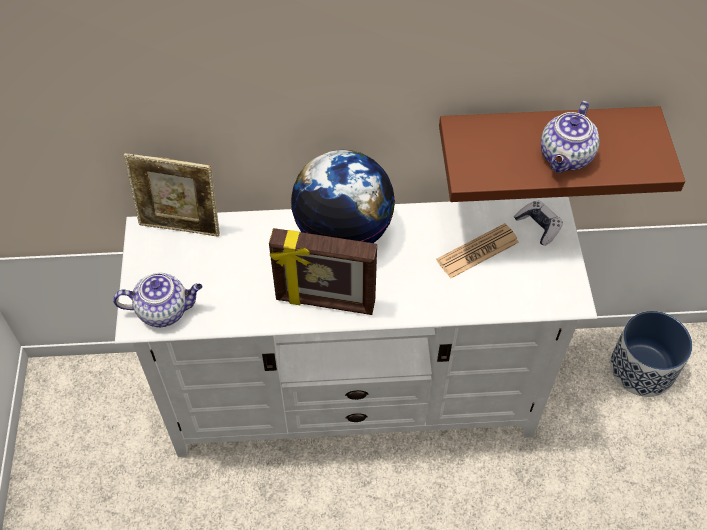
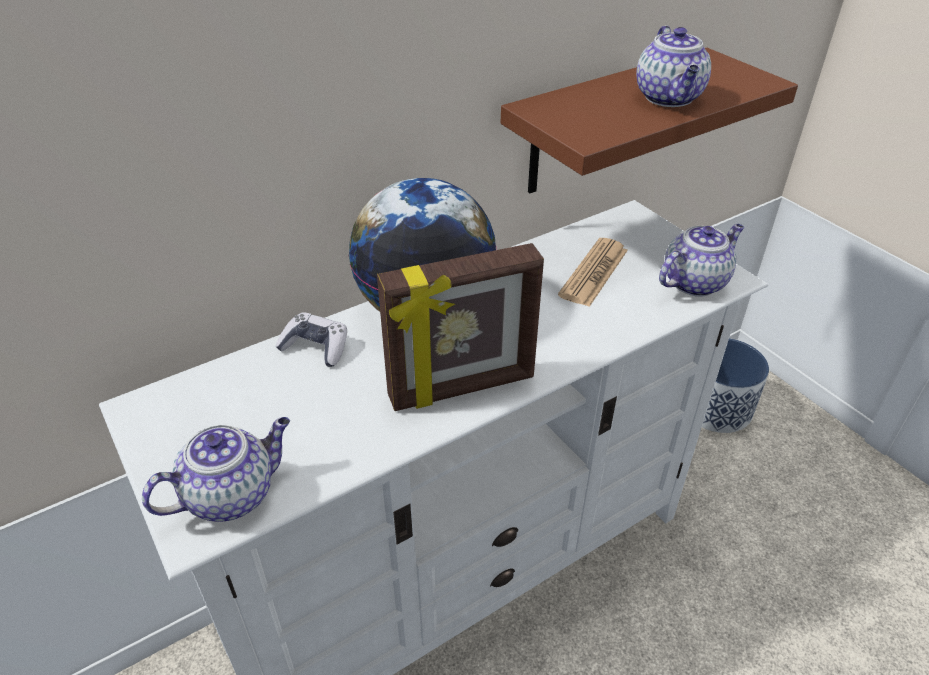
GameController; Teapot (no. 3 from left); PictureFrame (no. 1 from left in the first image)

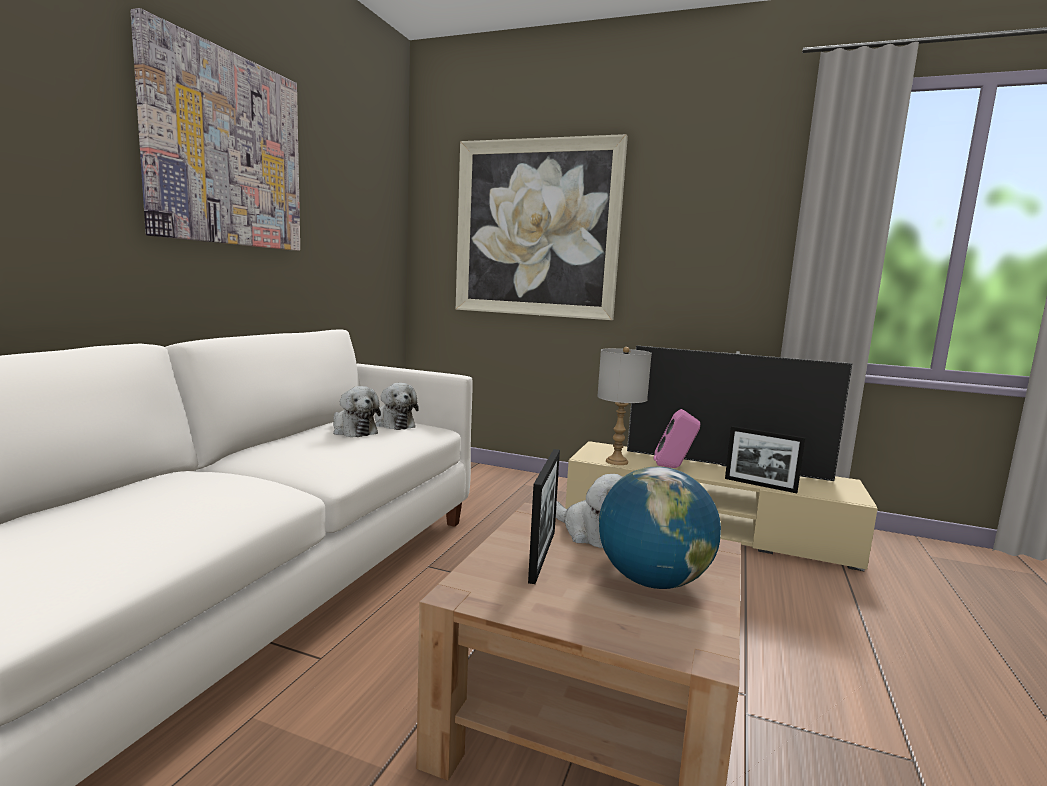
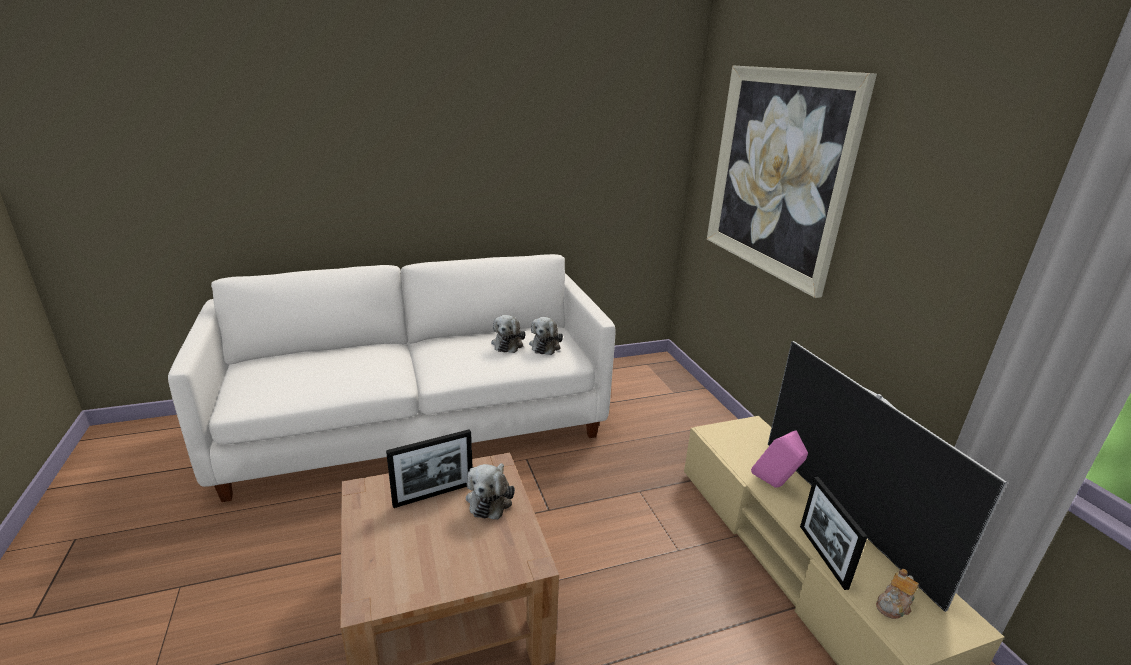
Teapot; Picture (no. 1 from left in the first image); GreyTableLamp; Globe

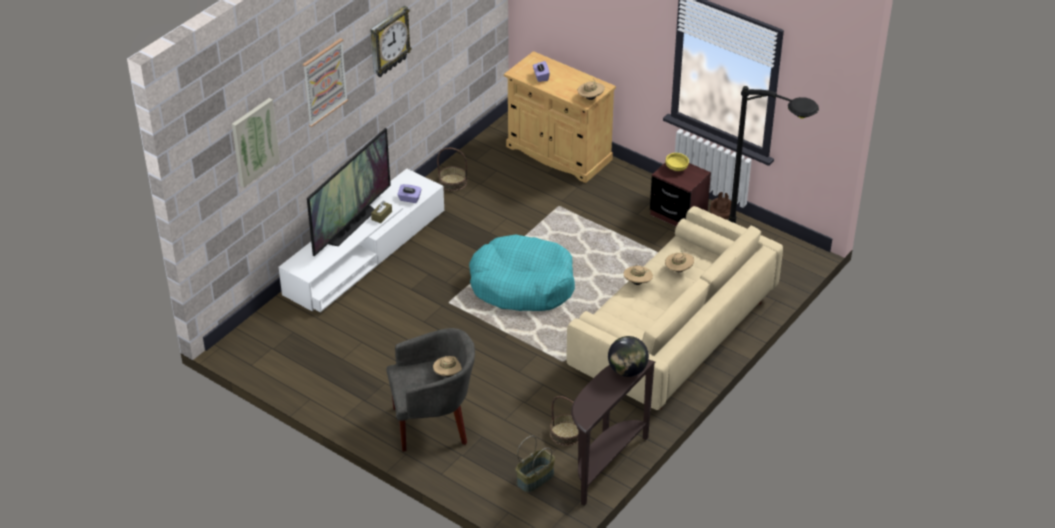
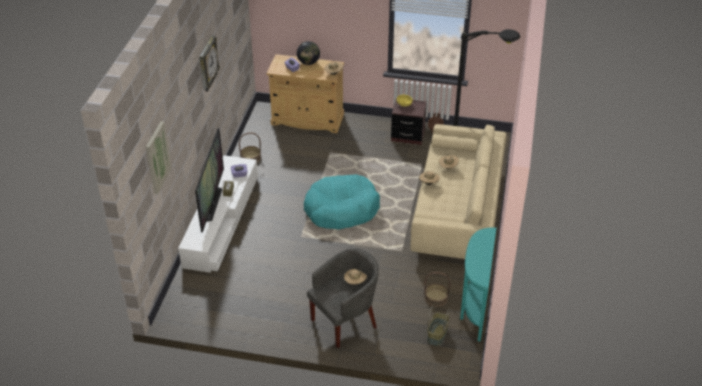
Globe; TurquoiseConsoleTable; Picture (no. 2 from left in the first image)

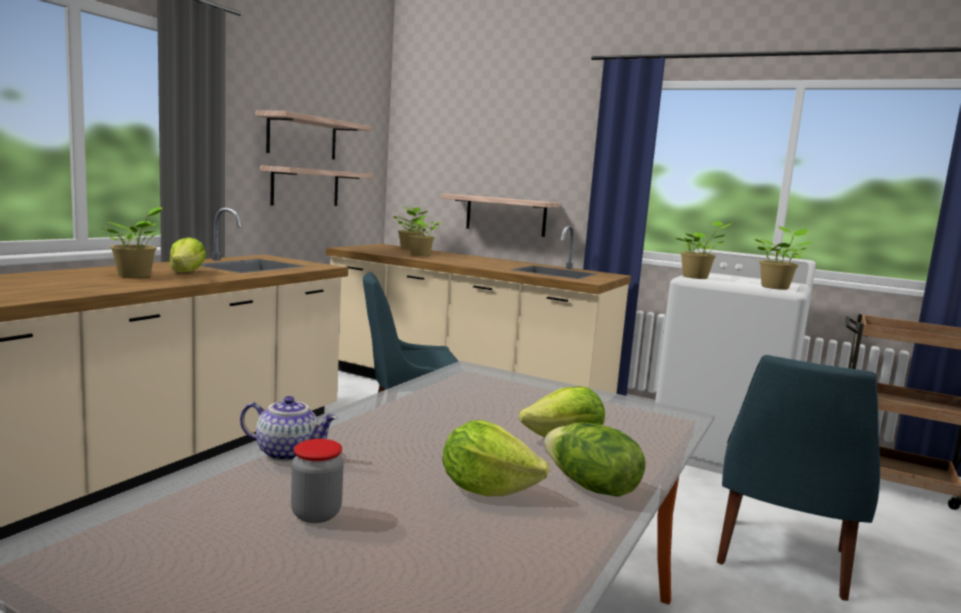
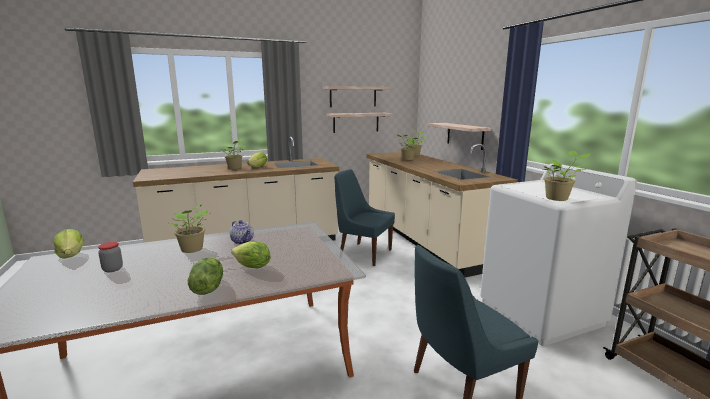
Lettuce (no. 1 from left); PottedPlant (no. 1 from left); Teapot

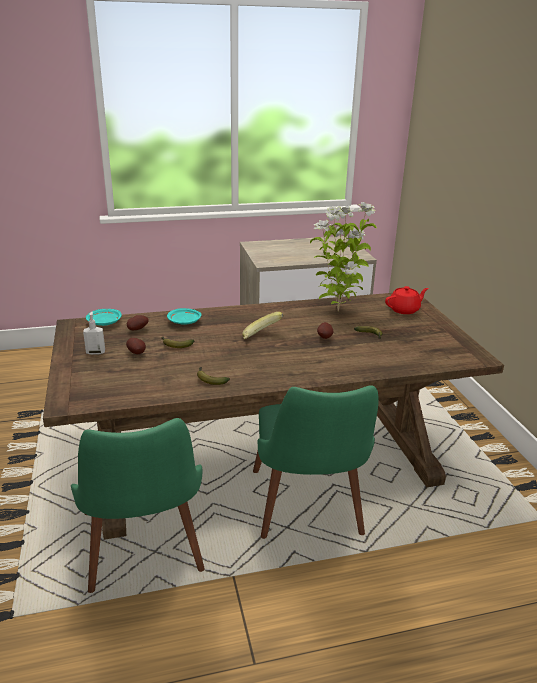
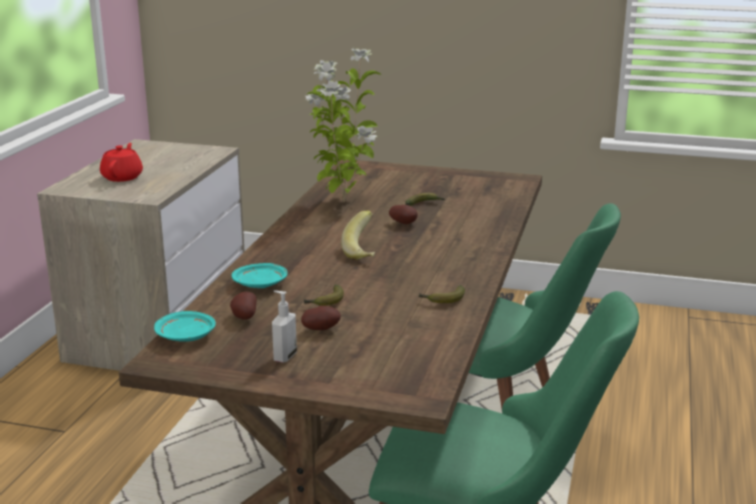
RedTeapot

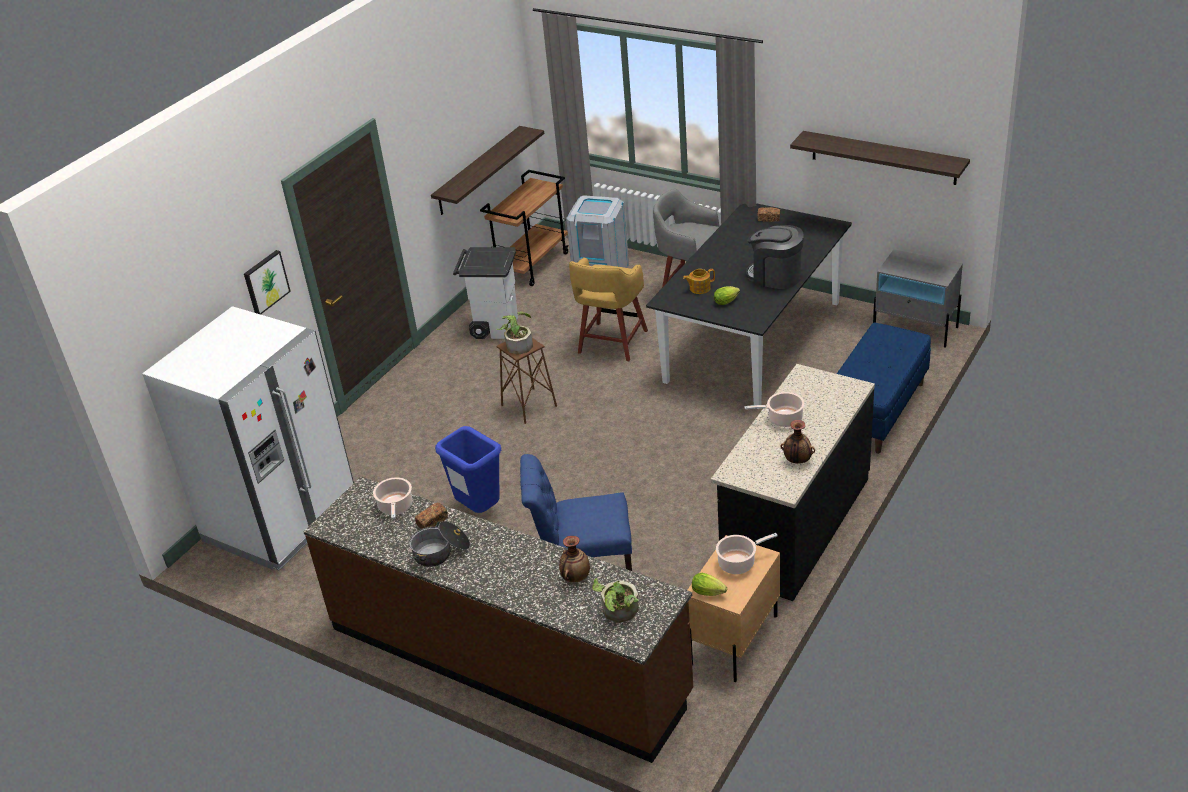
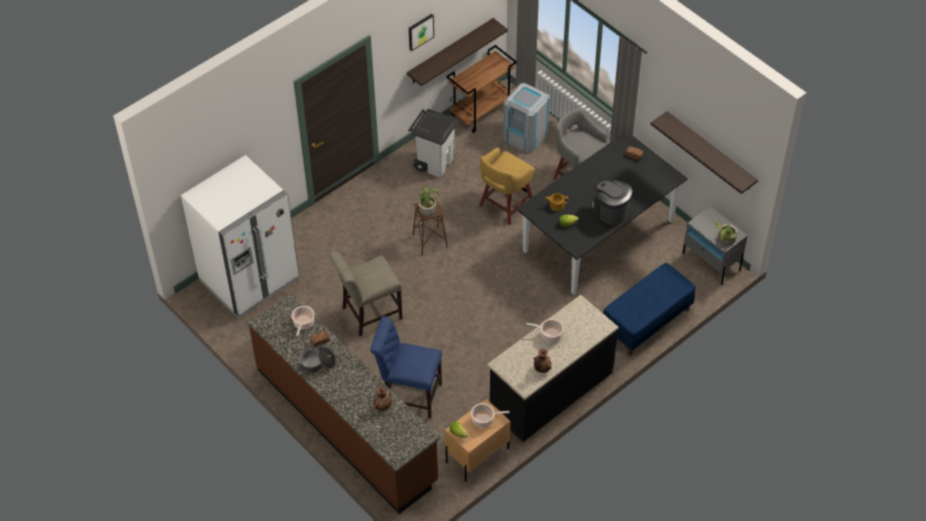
BeigeChair; Picture; PottedPlant (no. 2 from left)

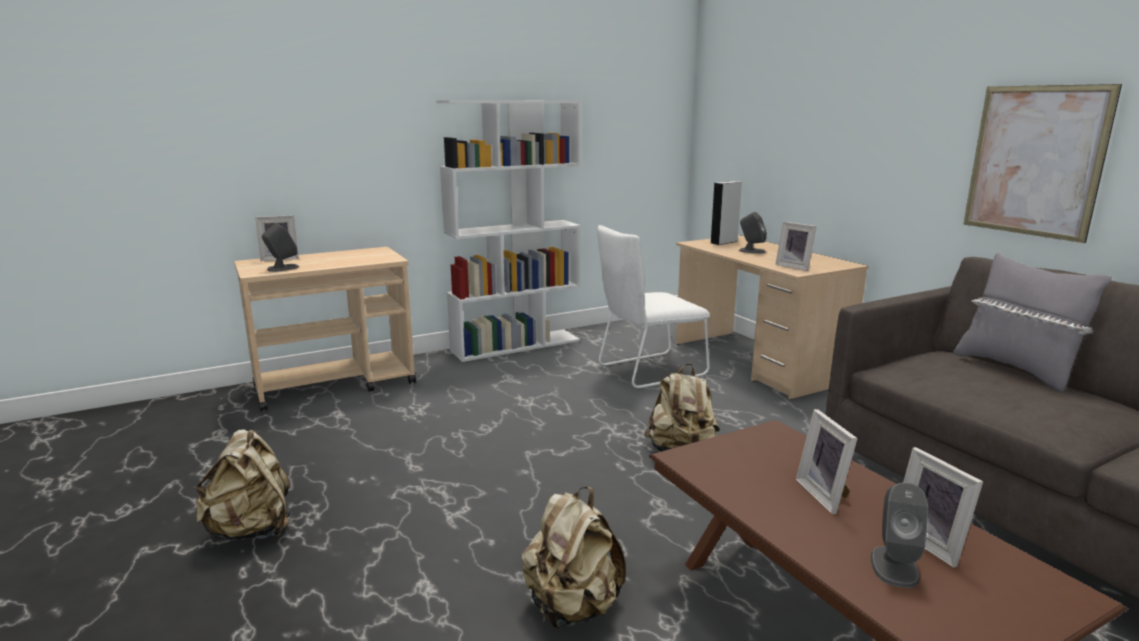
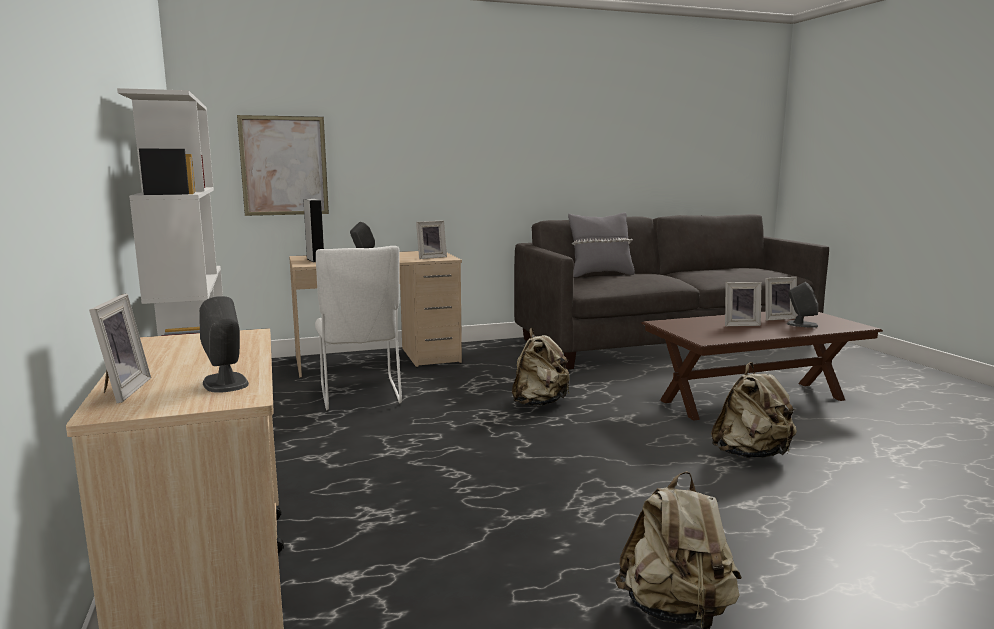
Picture

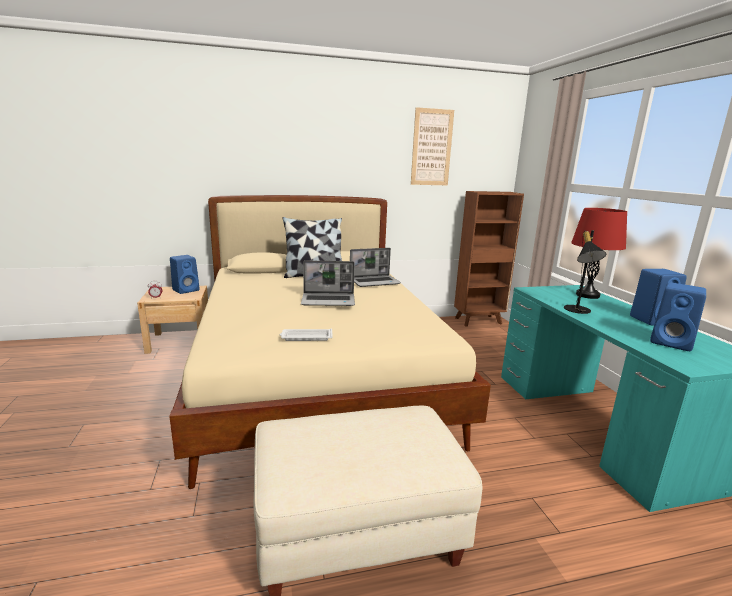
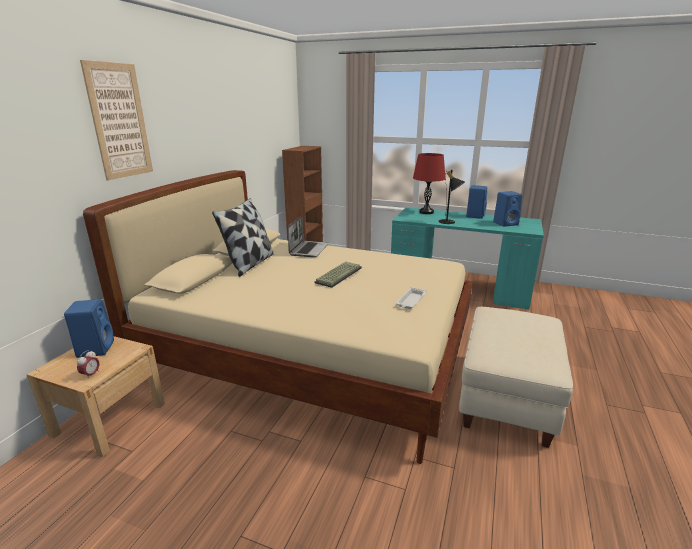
Picture; Keyboard

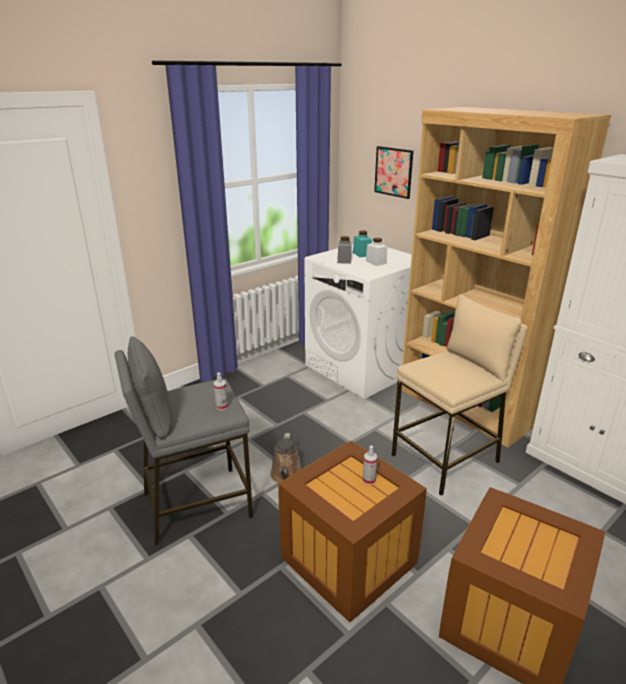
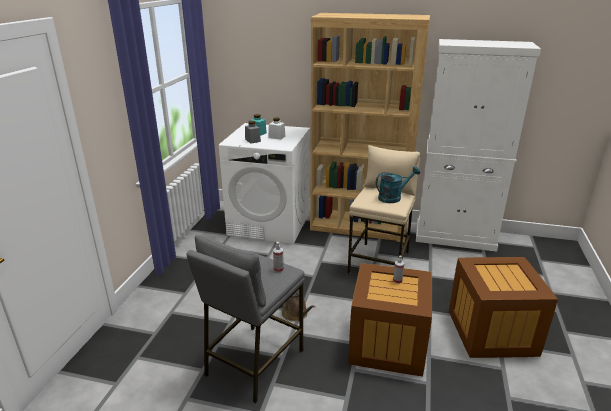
TurquoiseWateringCan; Picture

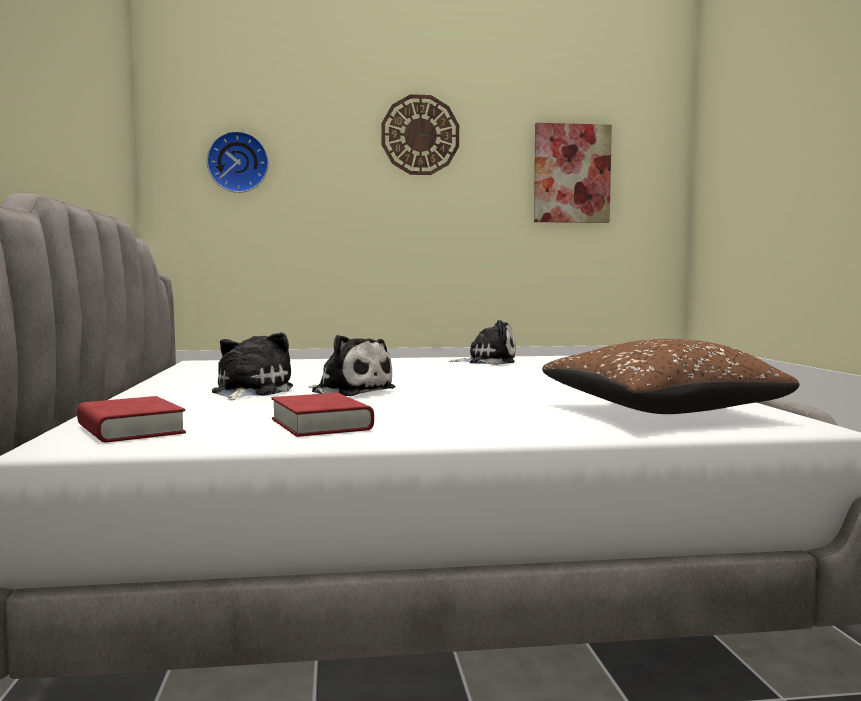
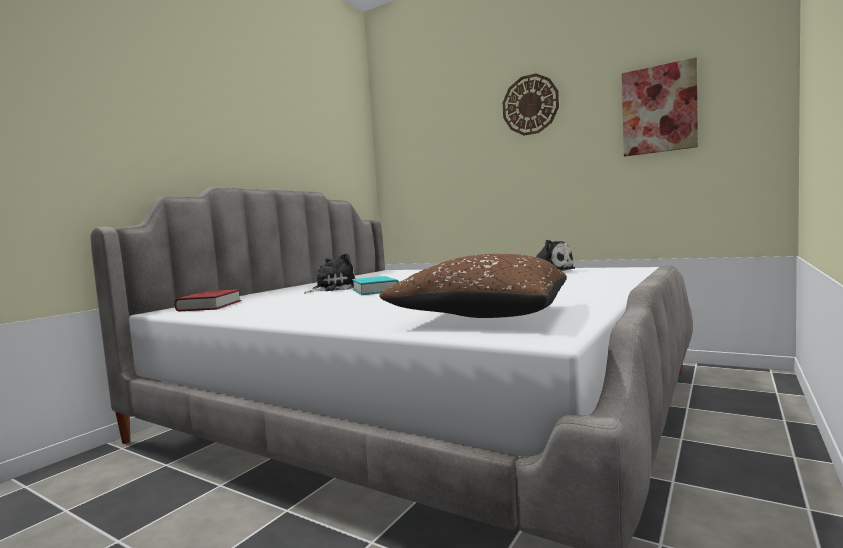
TurquoiseBook; WallClock (no. 1 from left in the first image); RedBook (no. 2 from left in the first image)

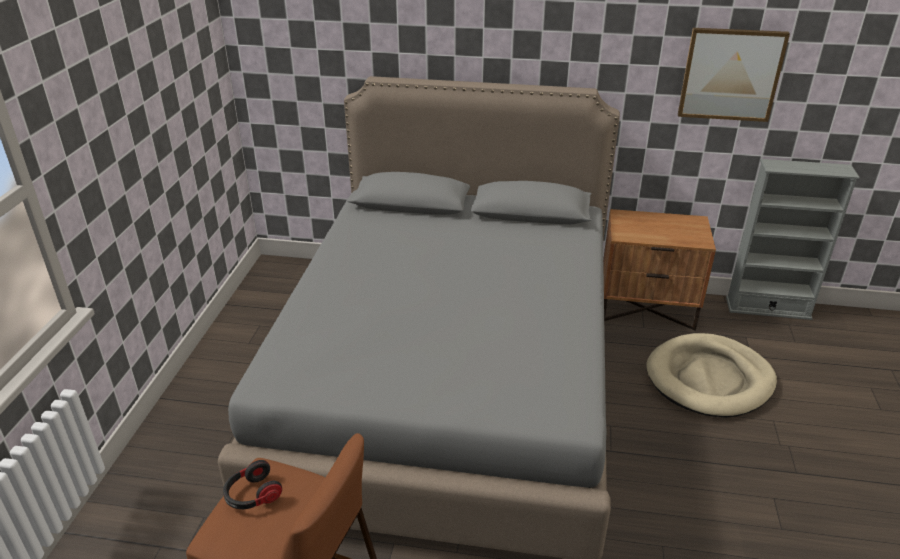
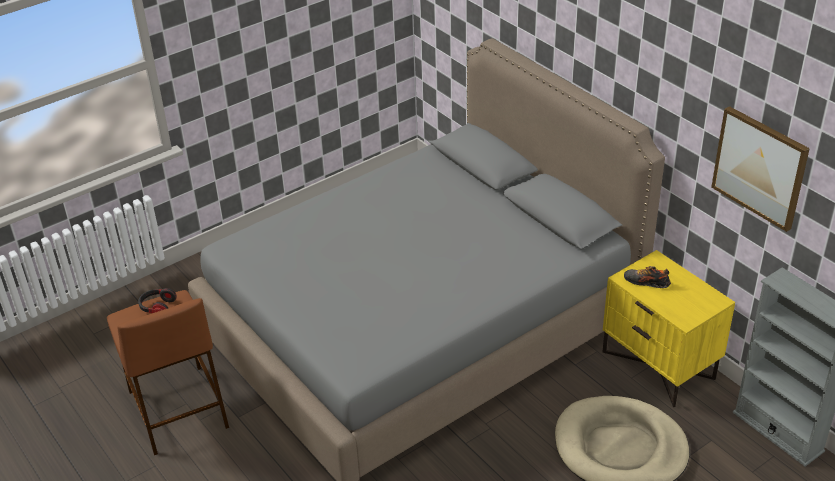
YellowNightstand; Shoe

